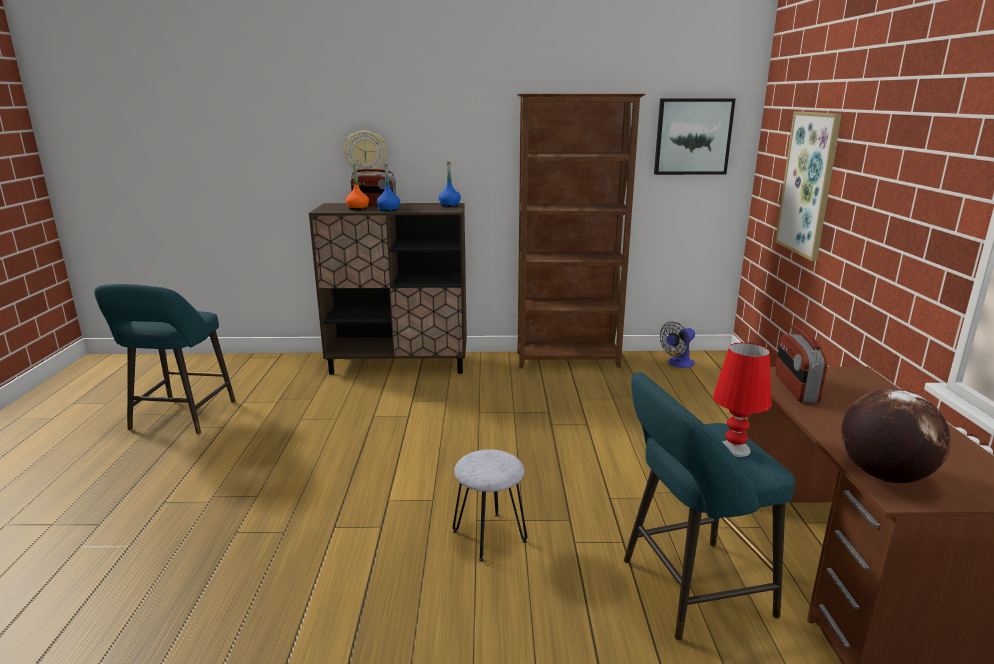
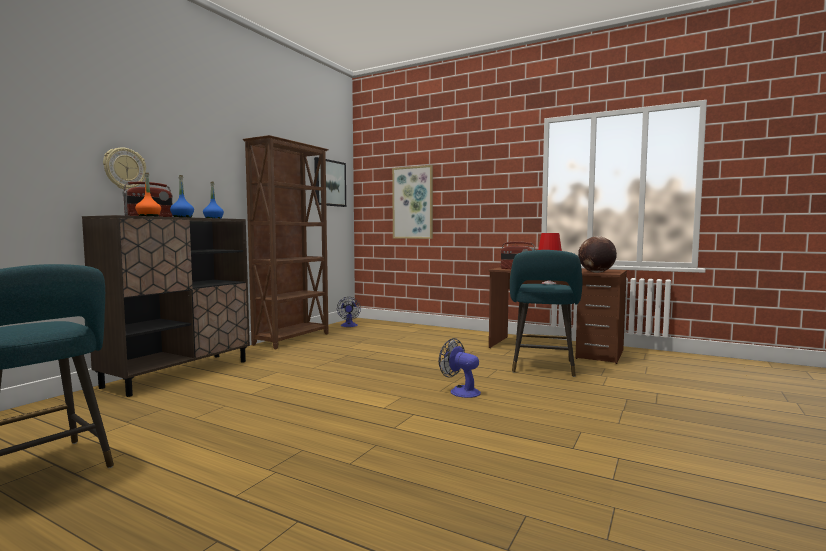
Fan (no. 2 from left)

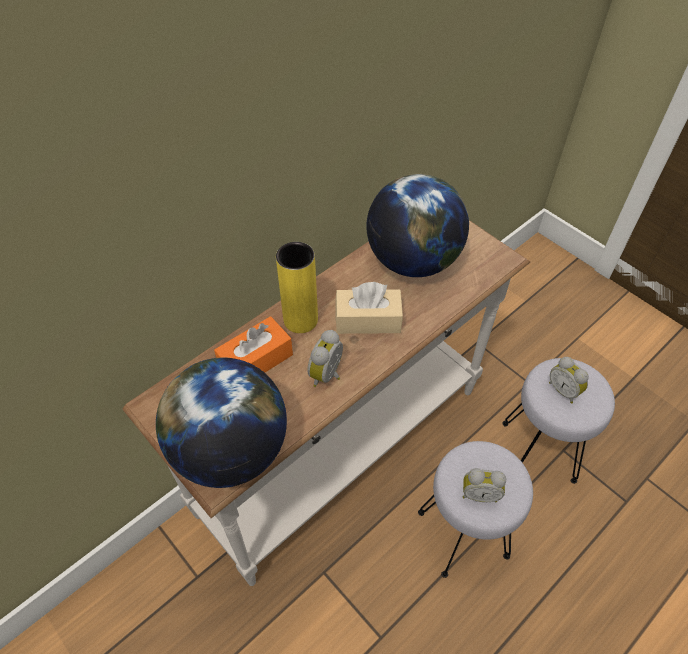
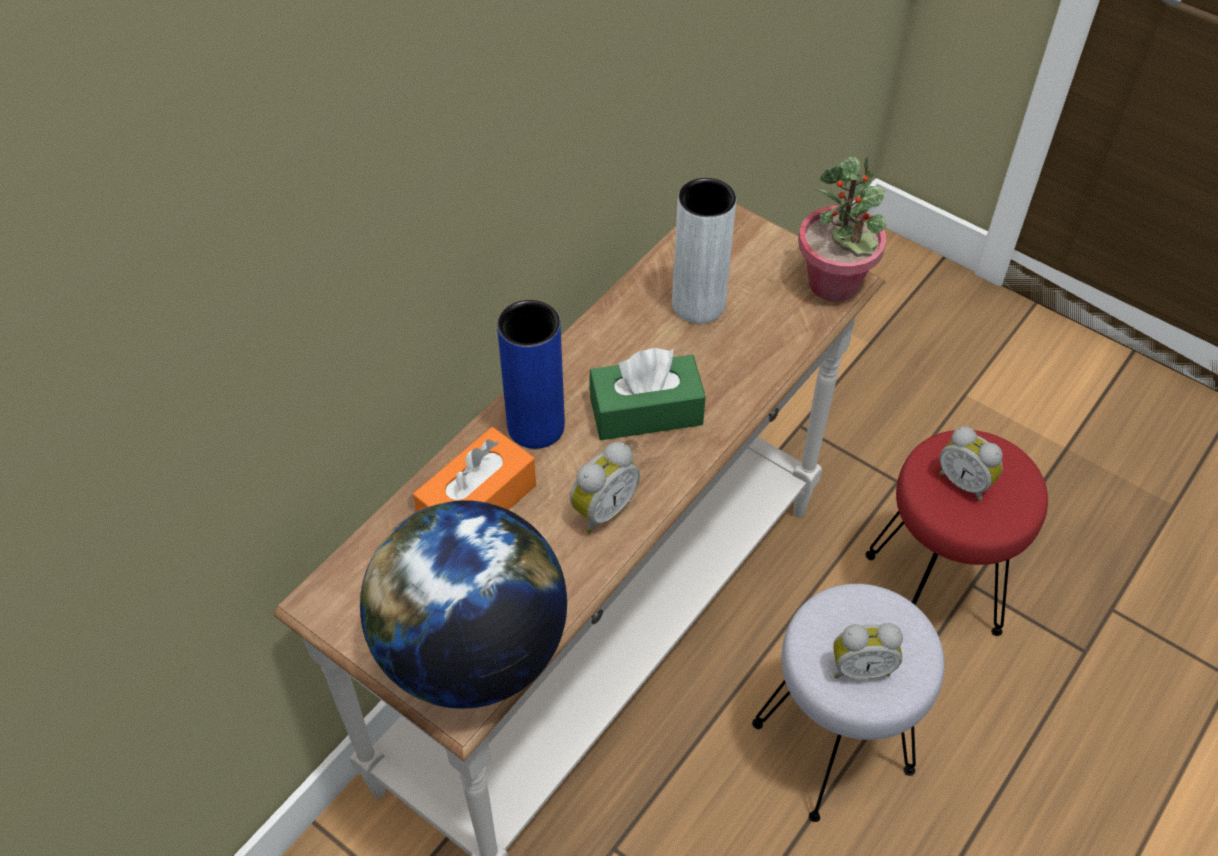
BlueVase; AlarmClock (no. 1 from left); GreenTissueBox; GreyVase; PottedPlant; RedStool

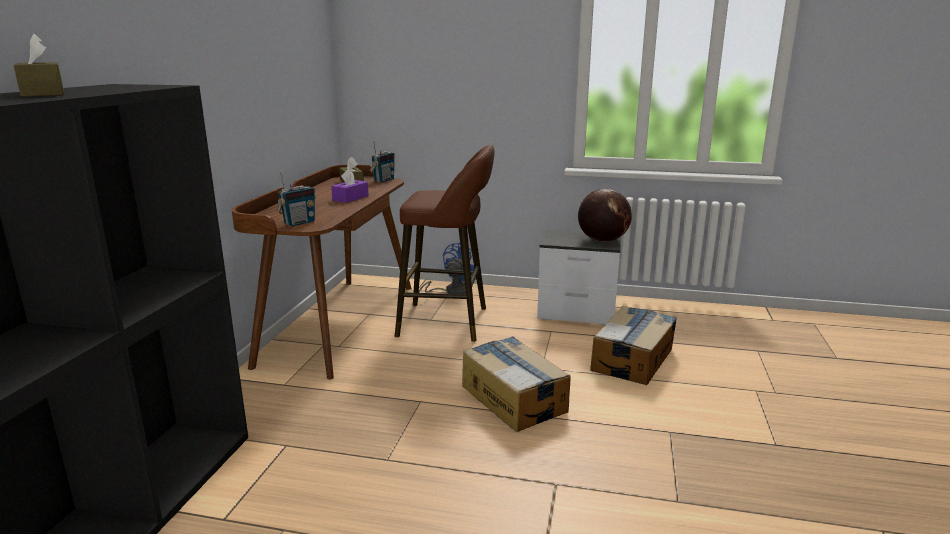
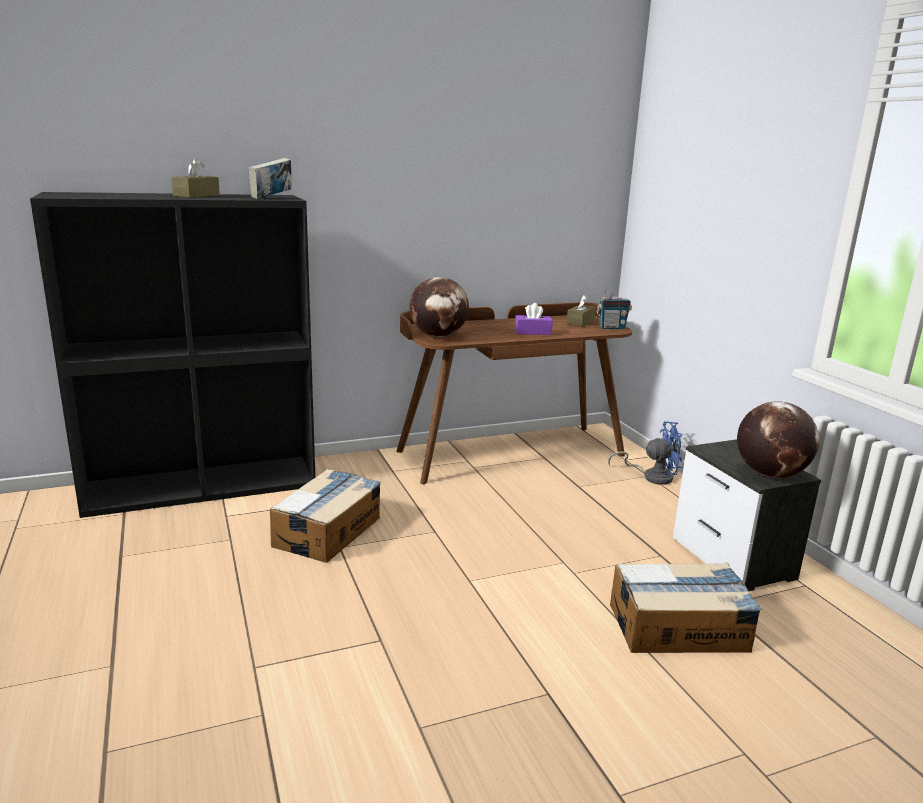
Book; CardboardBox (no. 1 from left); Globe (no. 1 from left); BrownStool

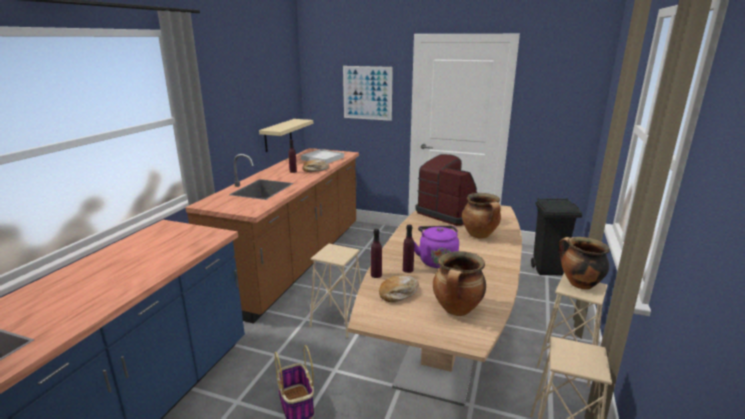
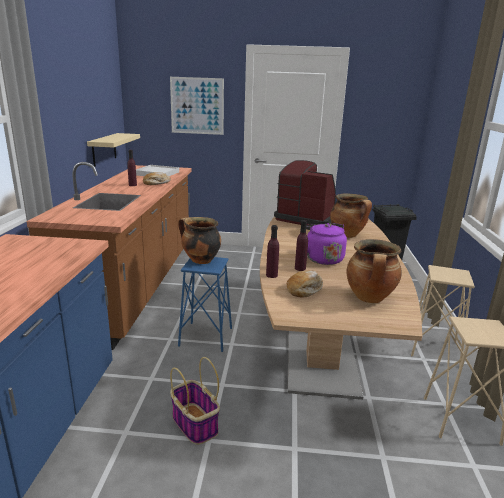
CookingPot (no. 1 from left); BlueStool

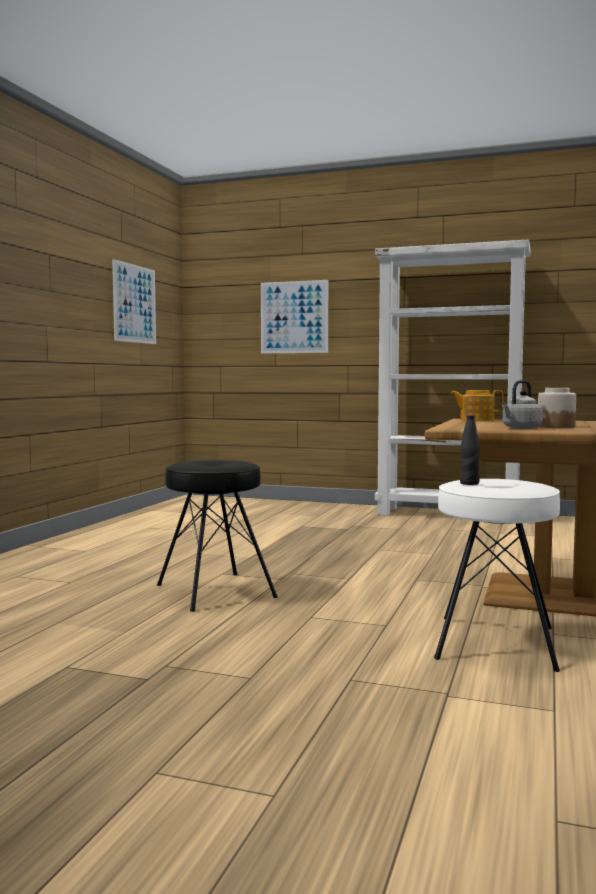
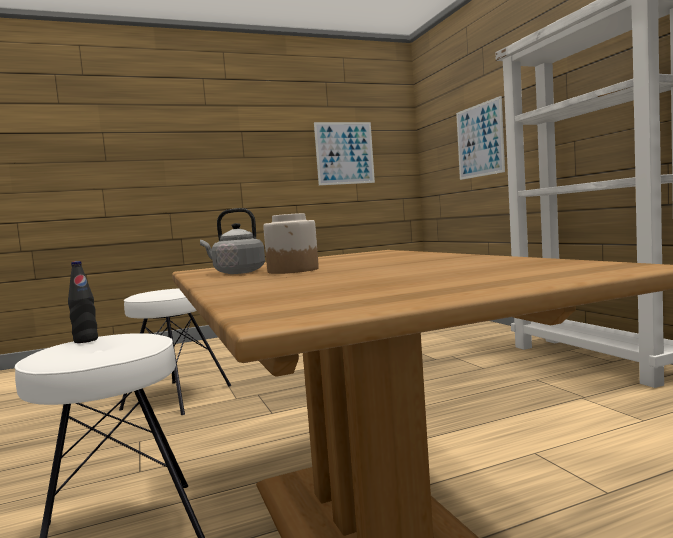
WhiteStool (no. 2 from left); Teapot

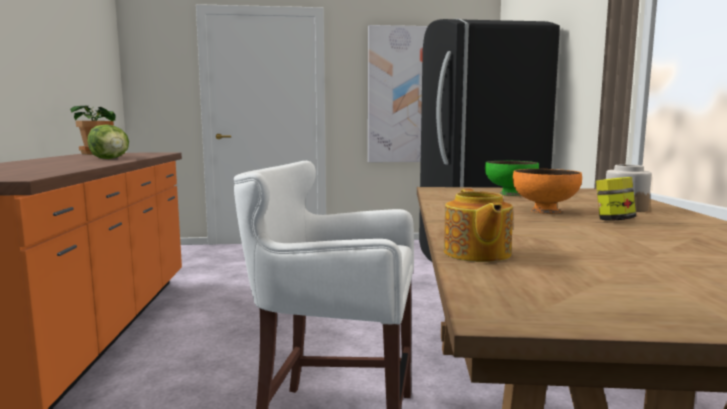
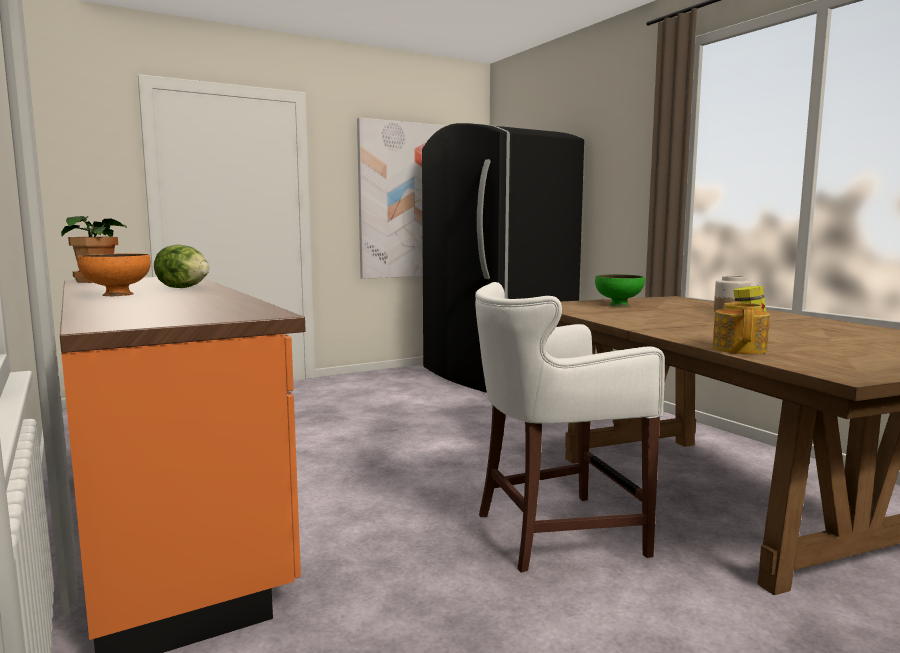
OrangeBowl; Teapot

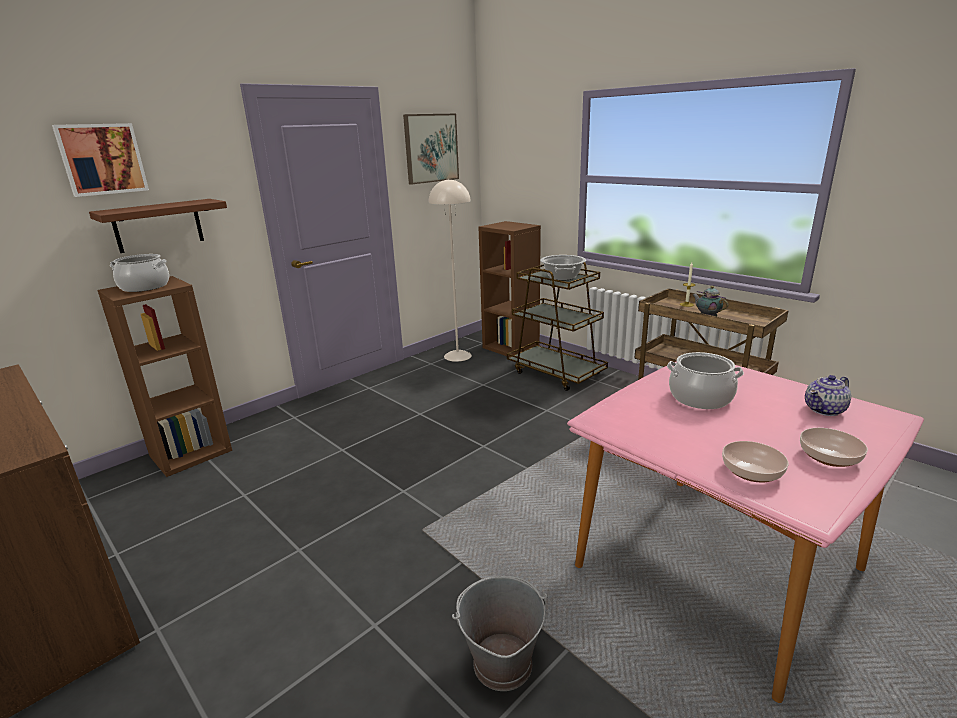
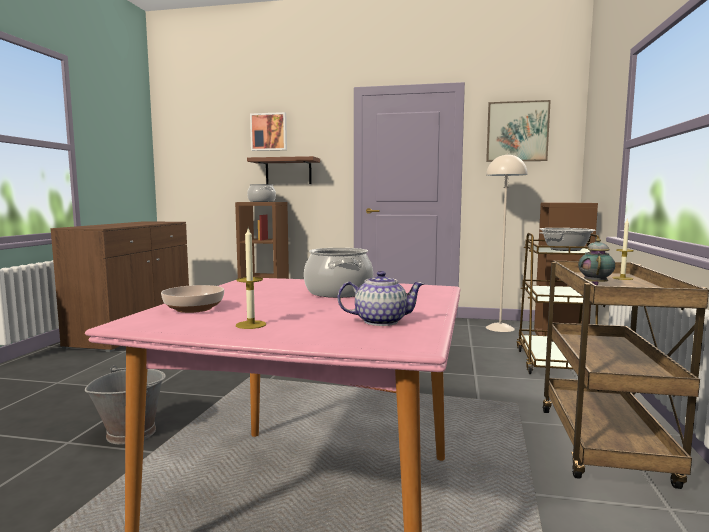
Candle (no. 1 from left); Teapot (no. 1 from left)

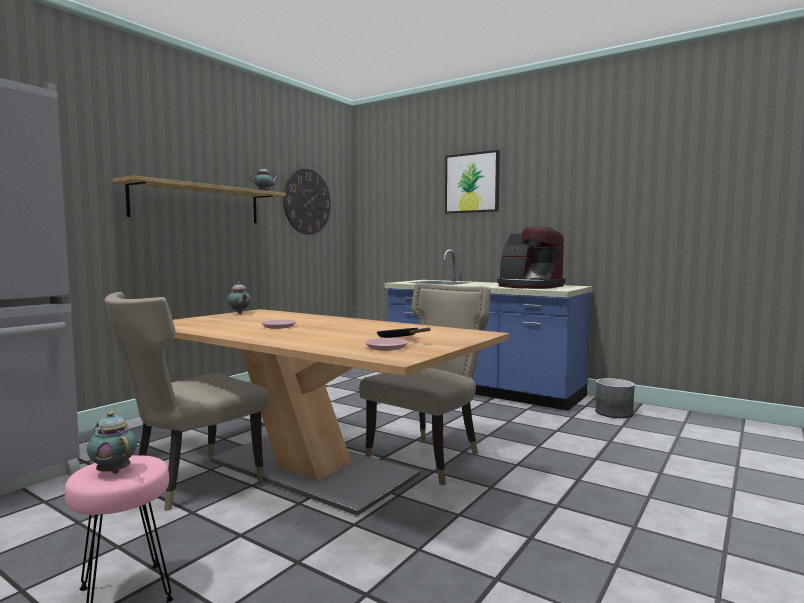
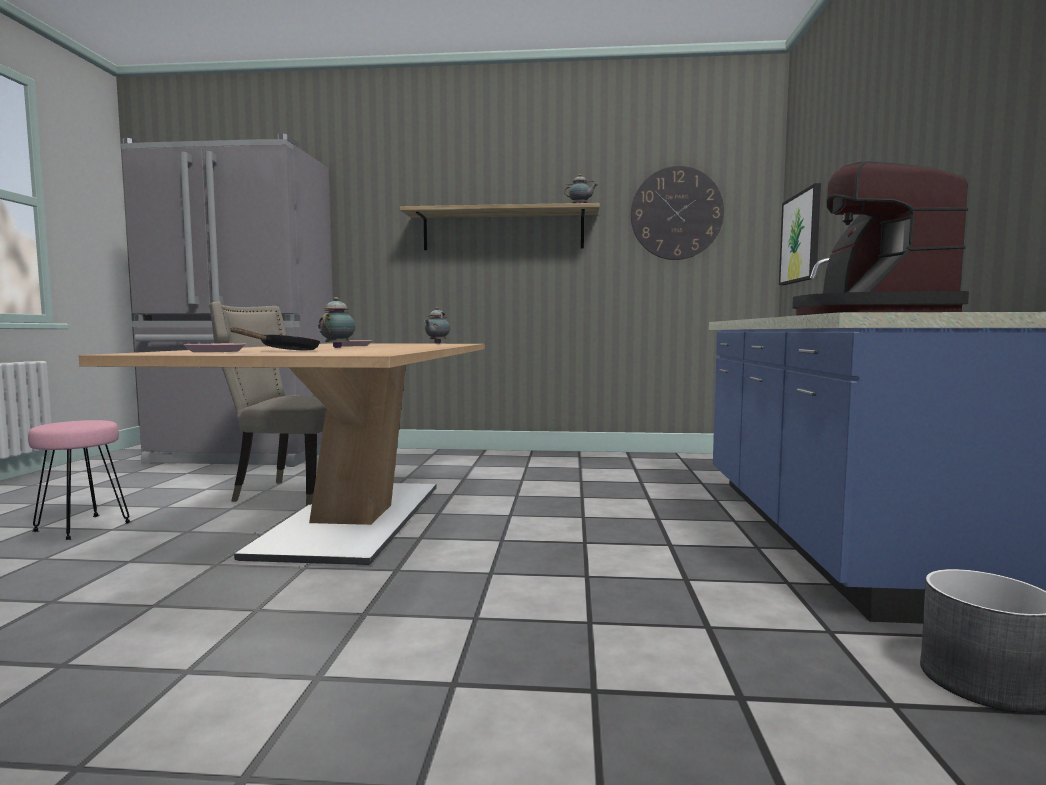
Teapot (no. 1 from left); Picture; BeigeChair (no. 2 from left in the first image)

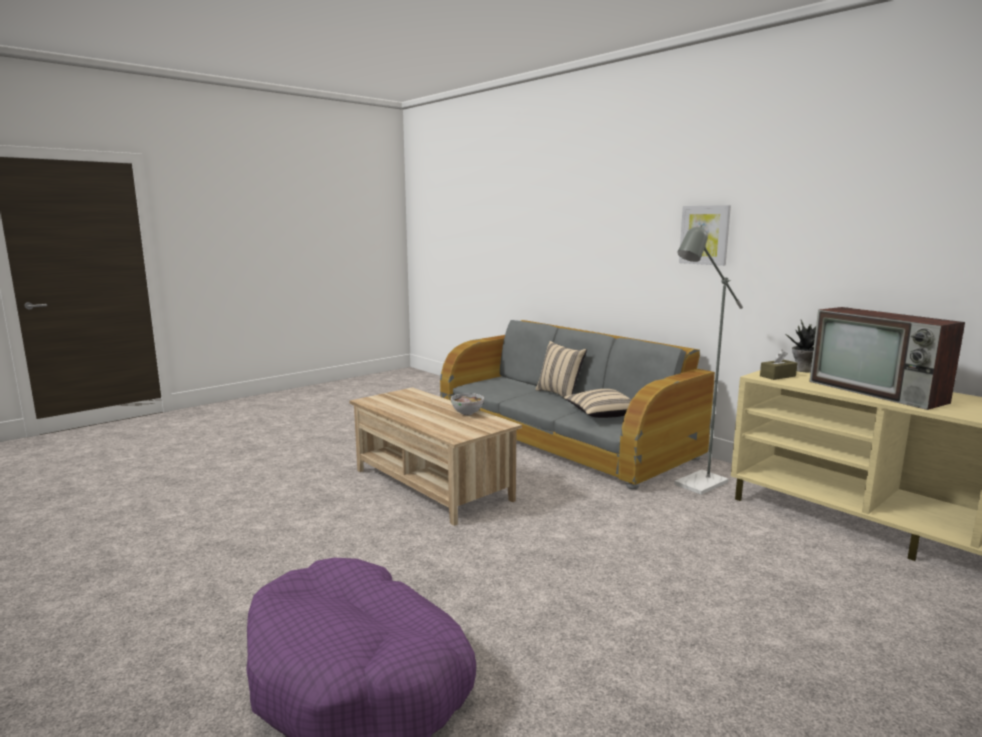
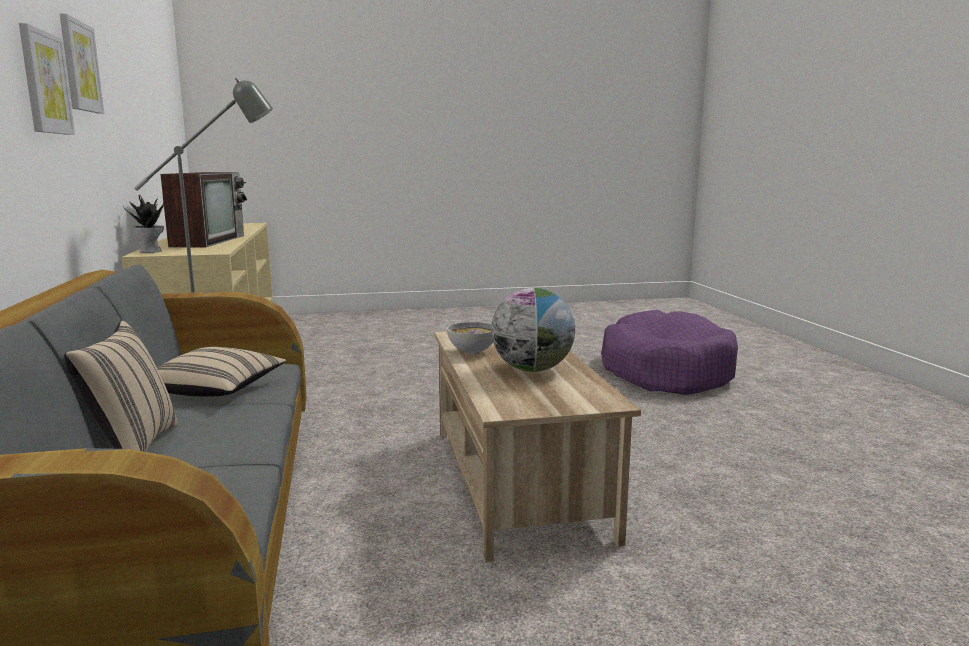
Picture (no. 2 from left); Globe; BrownTissueBox

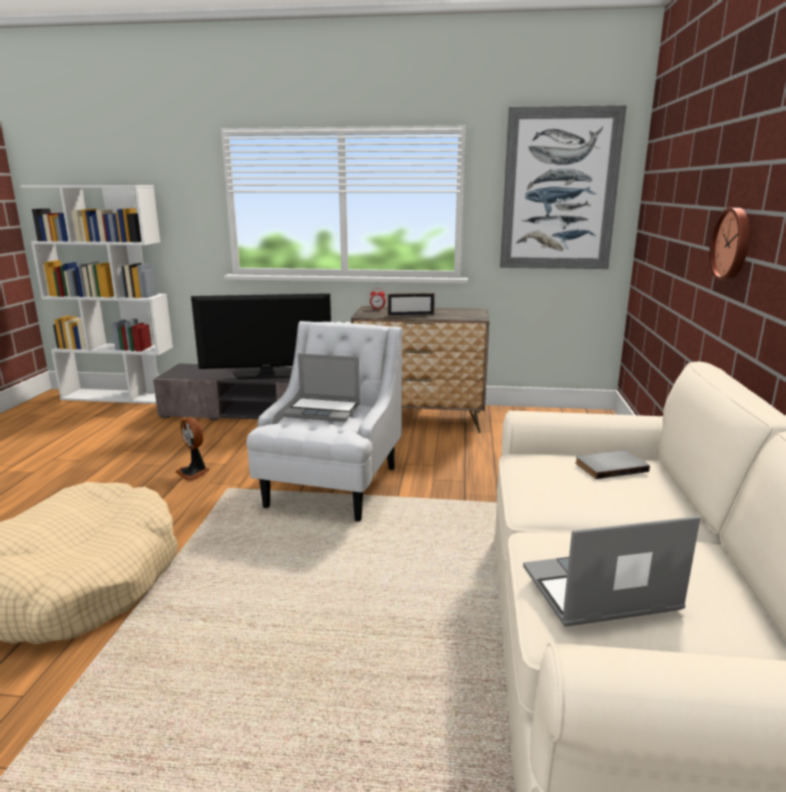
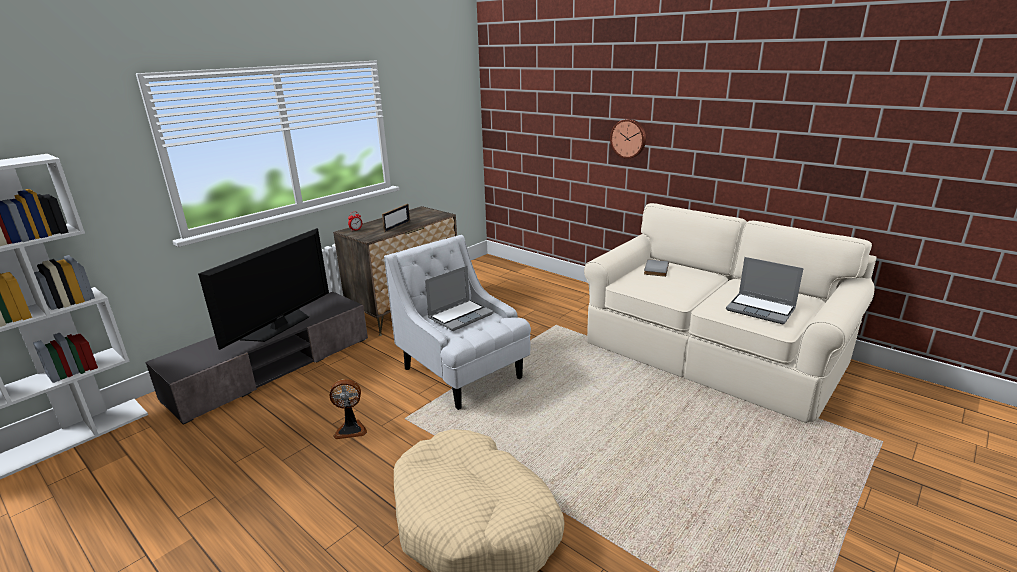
Laptop (no. 2 from left); Picture

